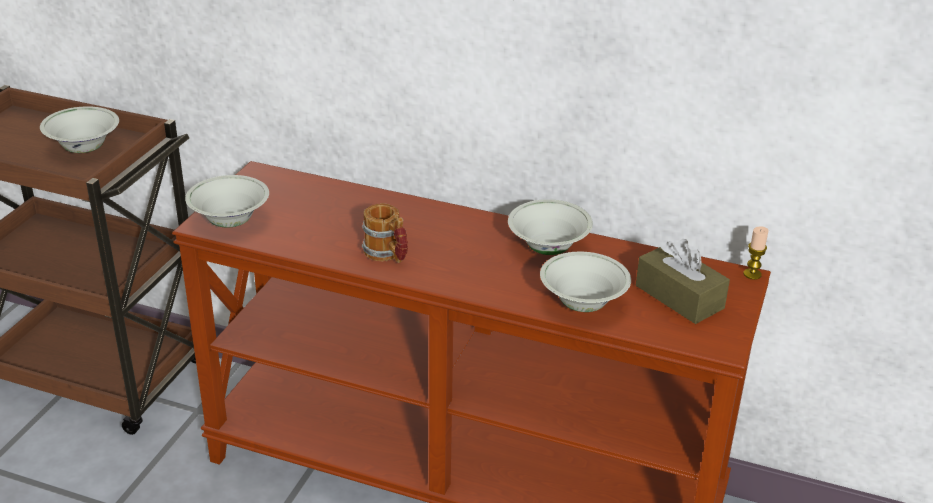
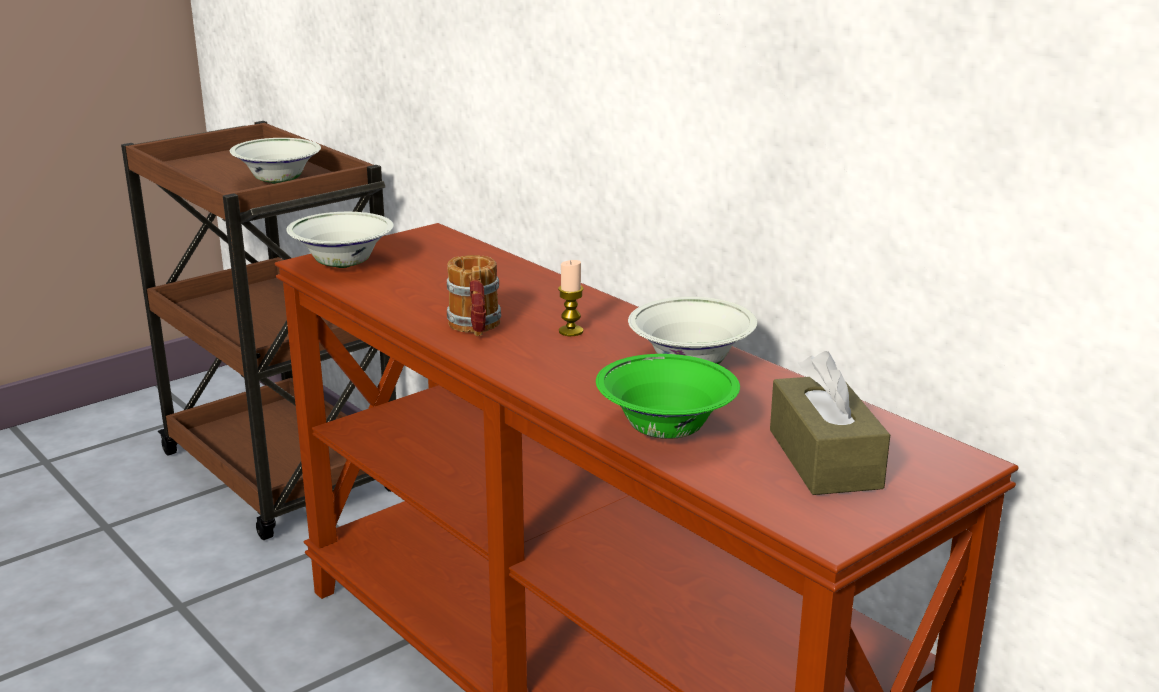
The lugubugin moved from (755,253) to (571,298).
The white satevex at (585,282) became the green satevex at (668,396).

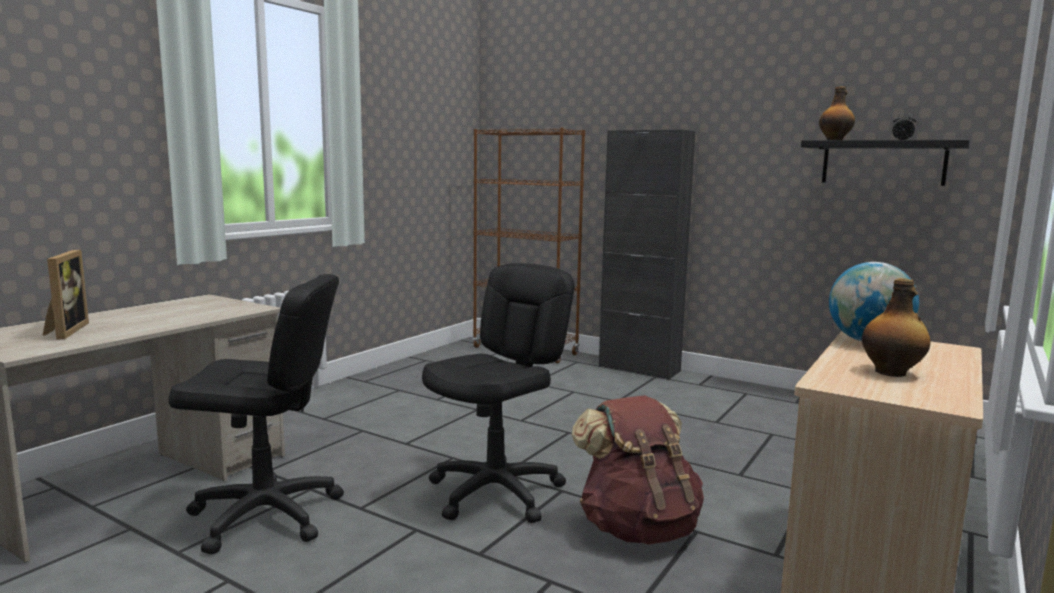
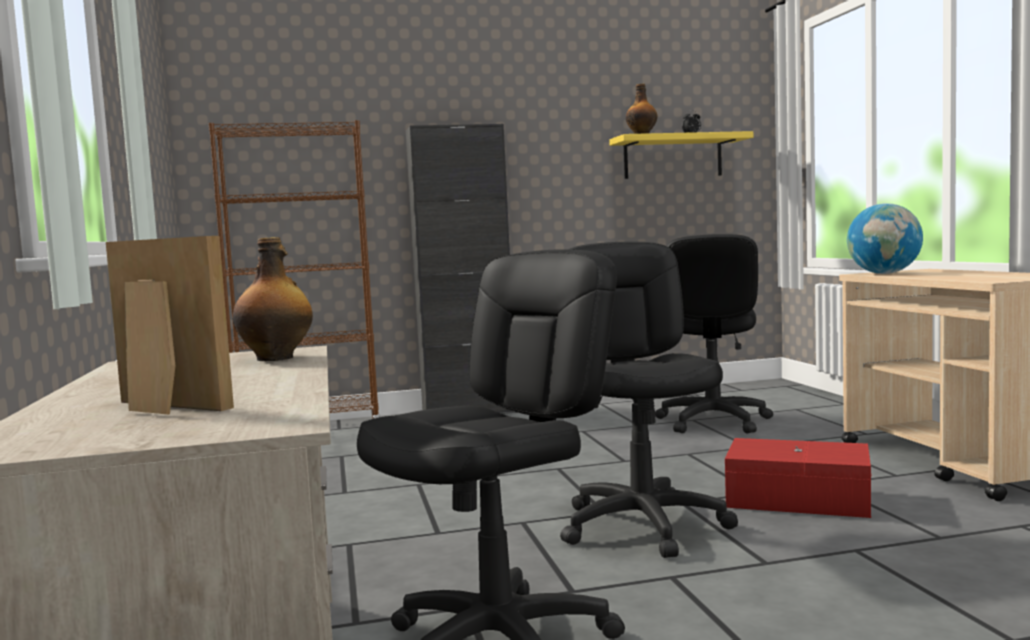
The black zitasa at (714,333) appeared.
The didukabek moved from (896,327) to (272,299).
The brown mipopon at (637,469) was replaced by the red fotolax at (798,478).
The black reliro at (885,163) became the yellow reliro at (681,155).

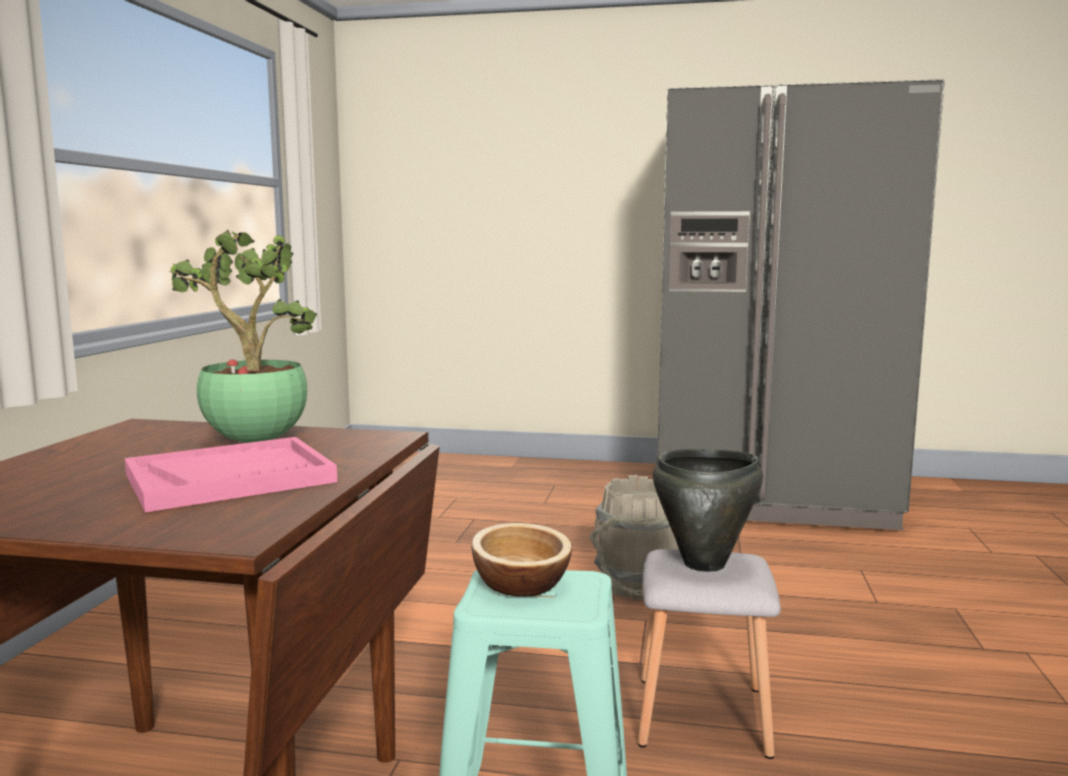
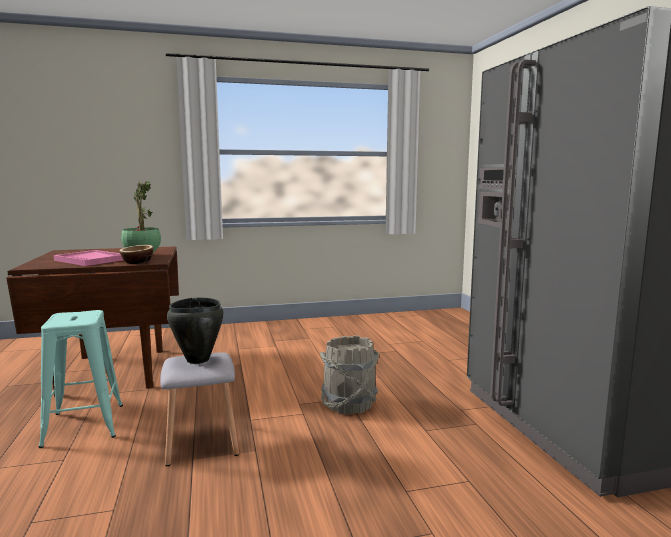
The satevex moved from (522,560) to (136,254).

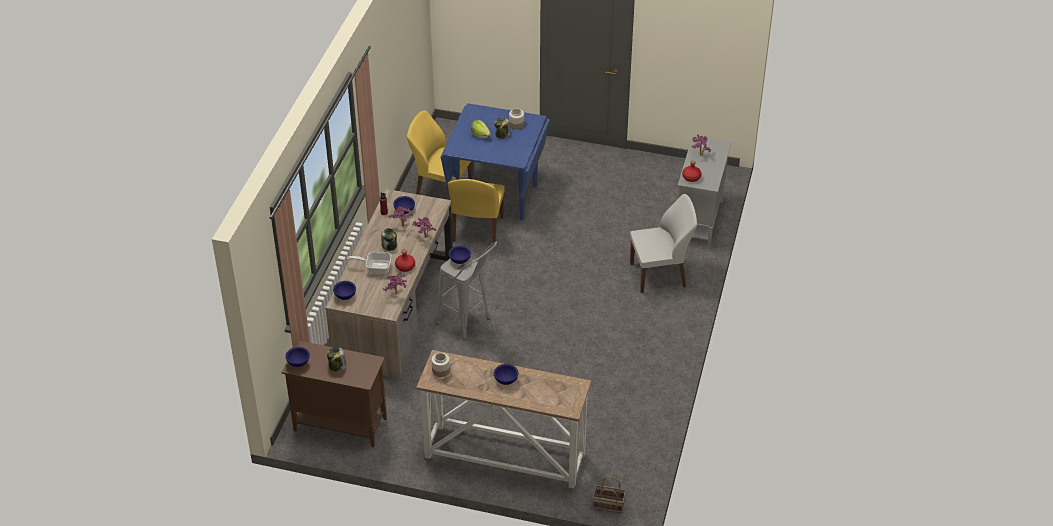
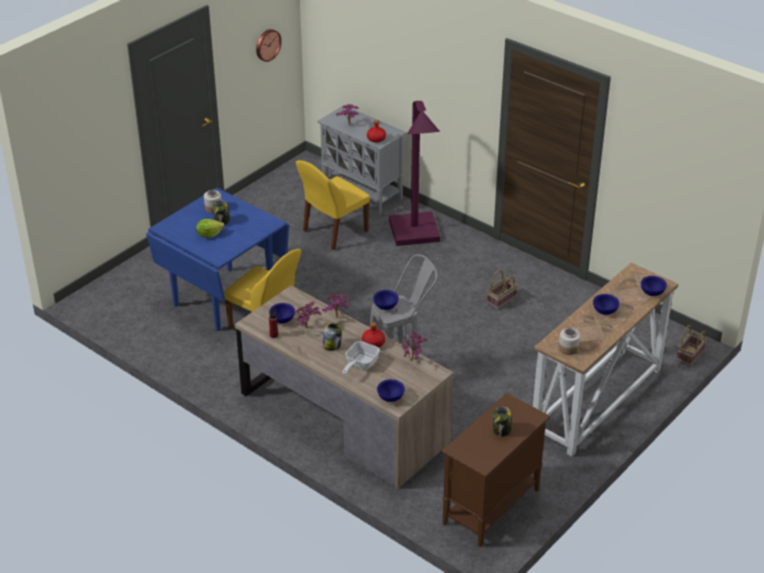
The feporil at (269,45) appeared.
The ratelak at (502,290) appeared.
The blue satevex moved from (297,357) to (654,286).
The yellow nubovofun moved from (439,152) to (333,205).
The white nubovofun at (663,243) was replaced by the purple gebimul at (414,173).

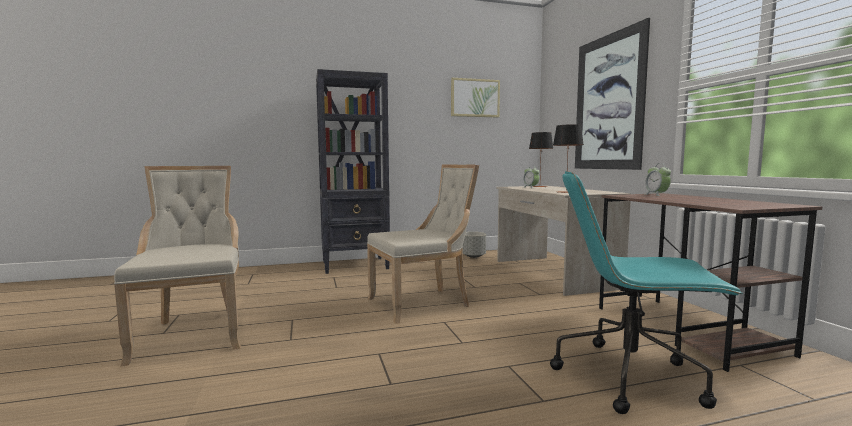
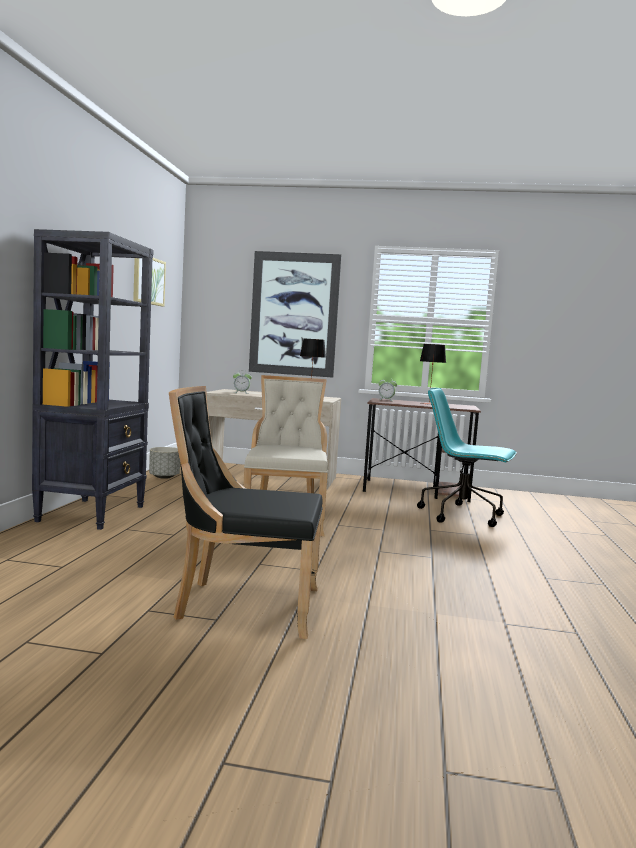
The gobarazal moved from (541,159) to (433,374).
The beige nubovofun at (177,266) became the black nubovofun at (246,512).
The turquoise zitasa at (646,292) turned 75 degrees clockwise.

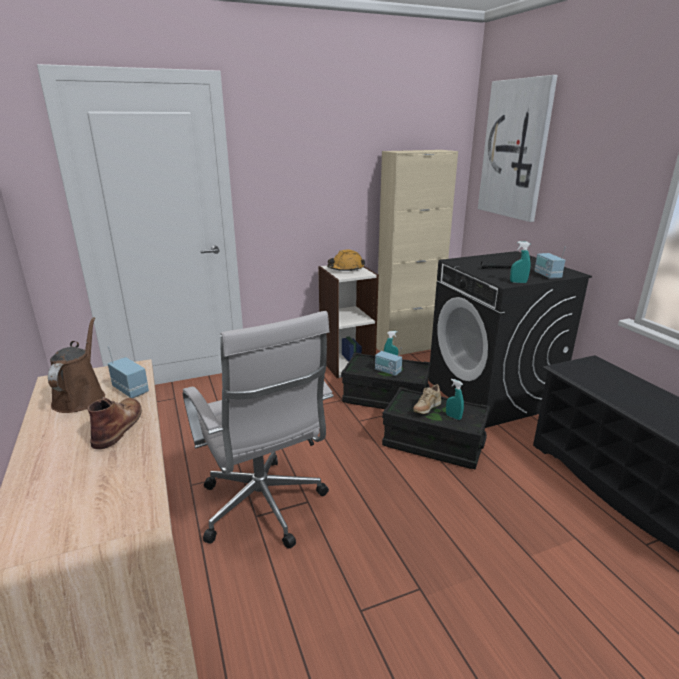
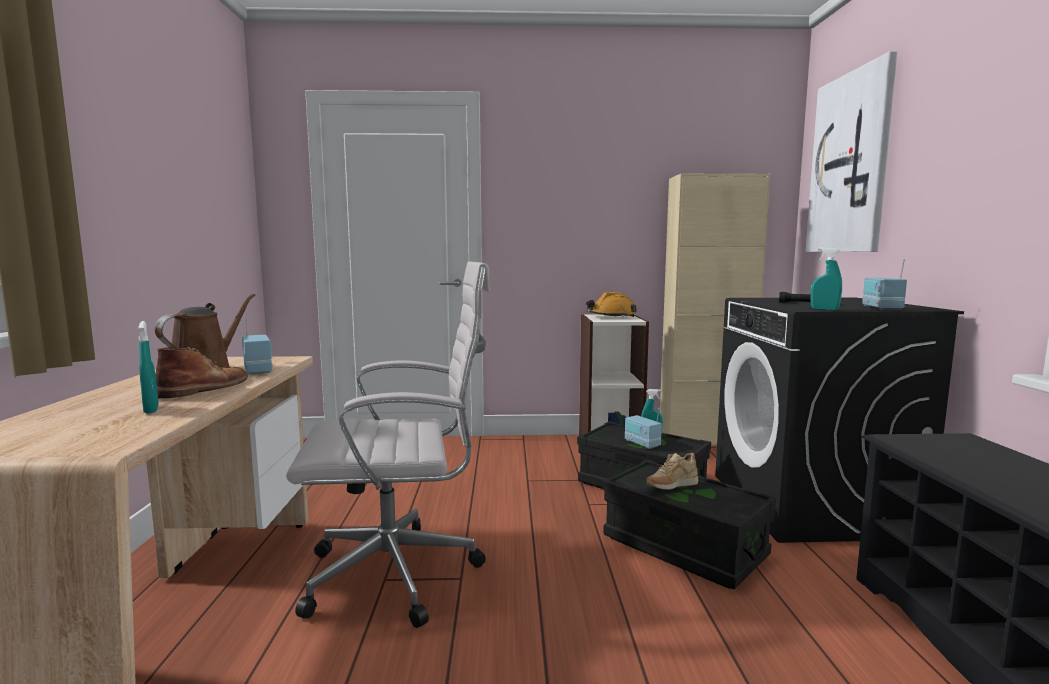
The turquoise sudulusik moved from (455,399) to (148,367).
The white zitasa at (258,430) turned 90 degrees counterclockwise.

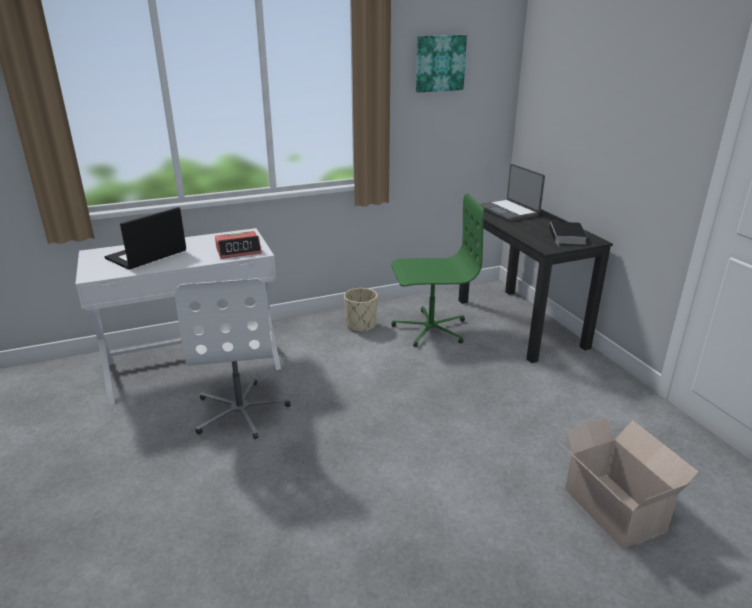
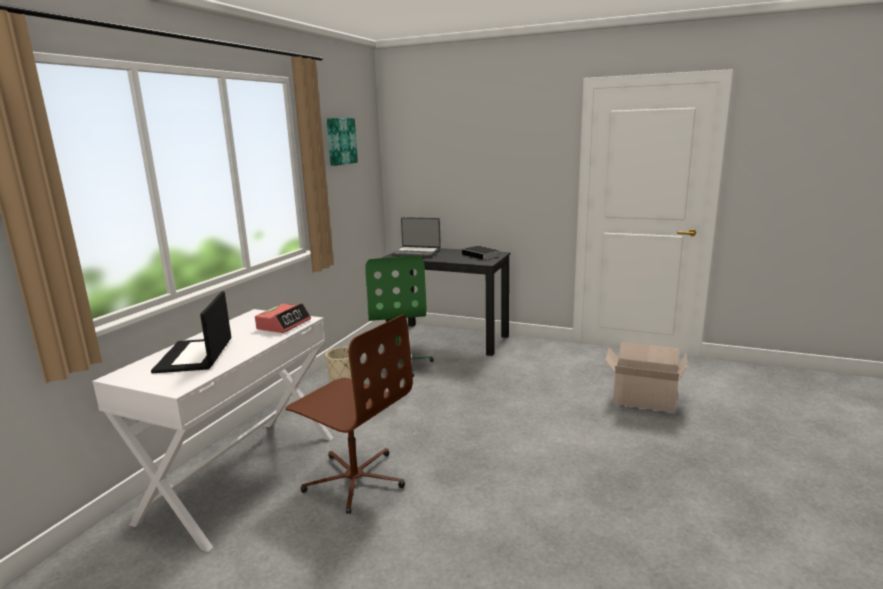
The white zitasa at (233,358) became the brown zitasa at (349,414).
The green zitasa at (437,270) turned 135 degrees clockwise.

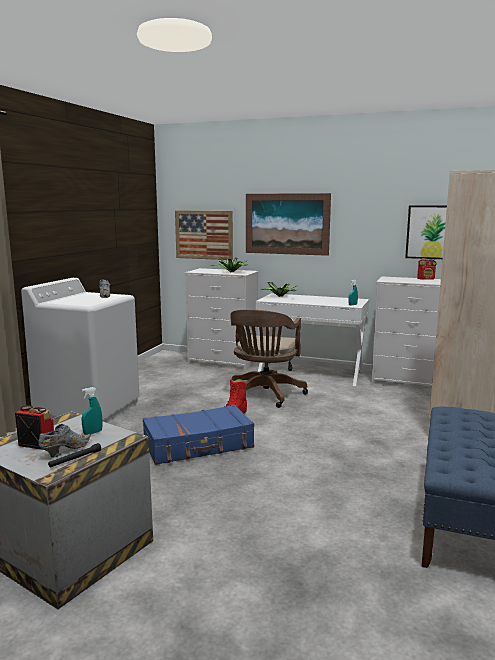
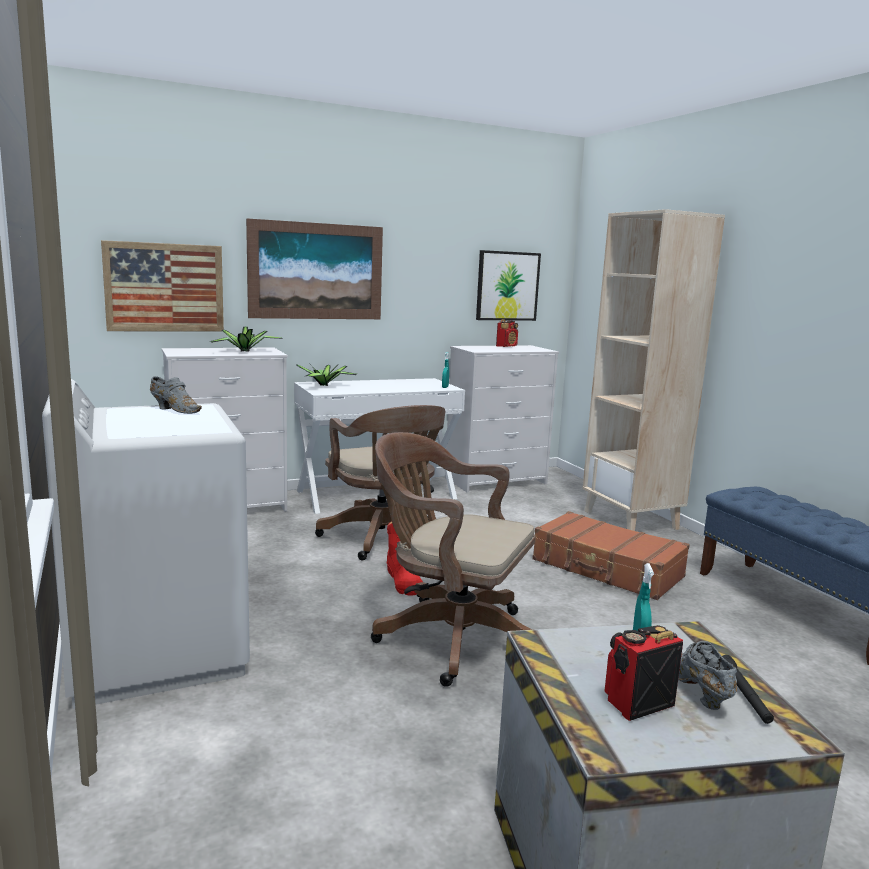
The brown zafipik at (611,555) appeared.
The blue zafipik at (198,435) was replaced by the brown zitasa at (453,559).

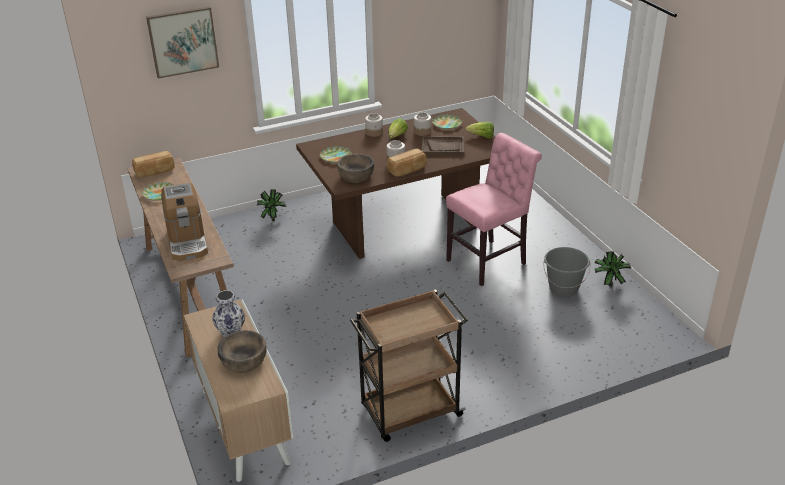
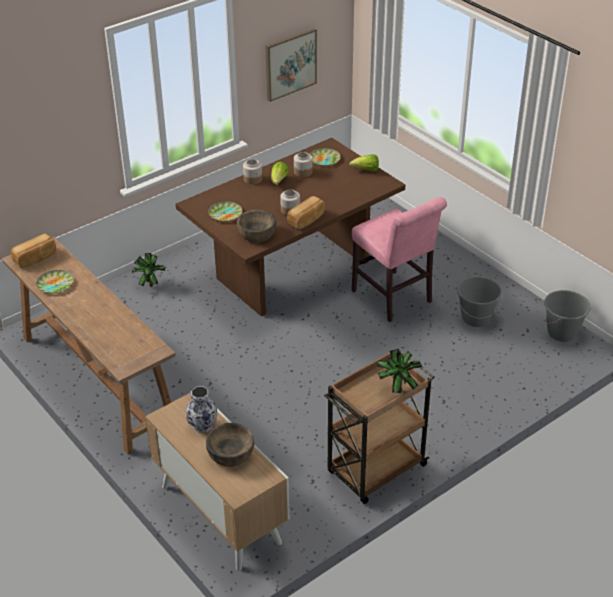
The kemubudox at (184,221) disappeared.
The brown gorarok at (443,146) disappeared.
The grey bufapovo at (567,316) appeared.
The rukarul moved from (182,42) to (291,65).
The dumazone moved from (612,269) to (399,371).
The pink nubovofun at (494,209) turned 105 degrees clockwise.

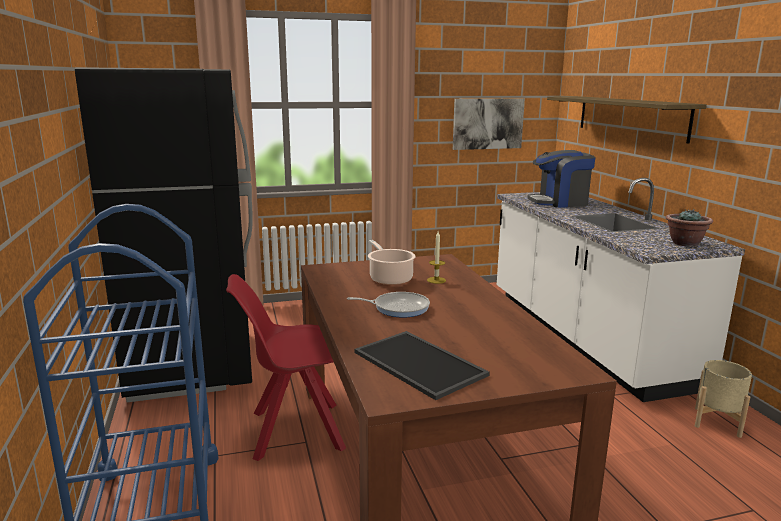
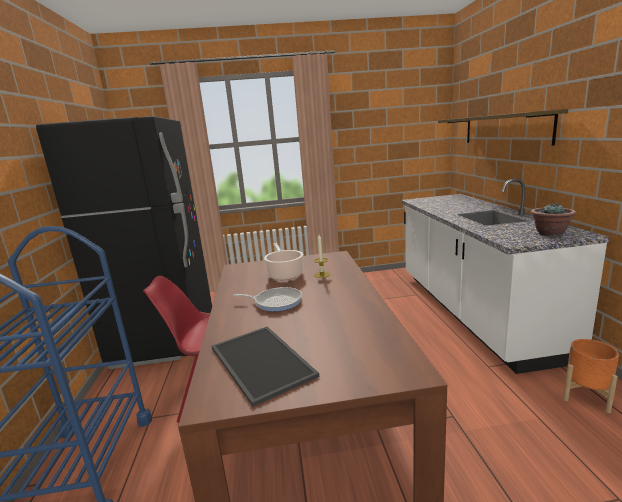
The rukarul at (489,124) disappeared.
The kemubudox at (561,179) disappeared.
The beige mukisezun at (723,399) became the orange mukisezun at (591,376).

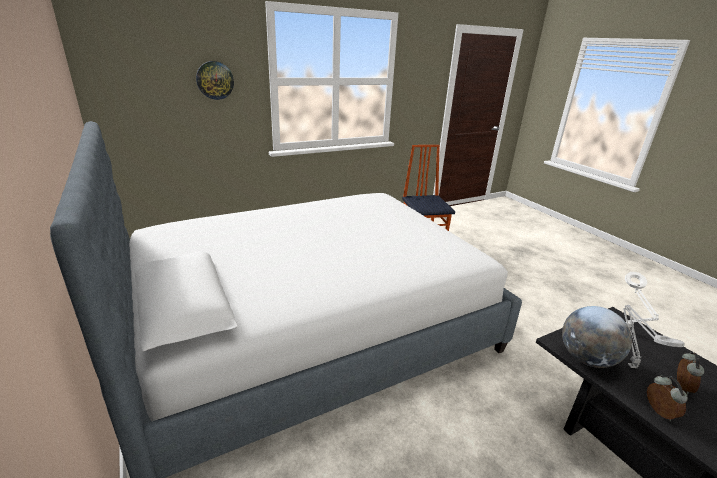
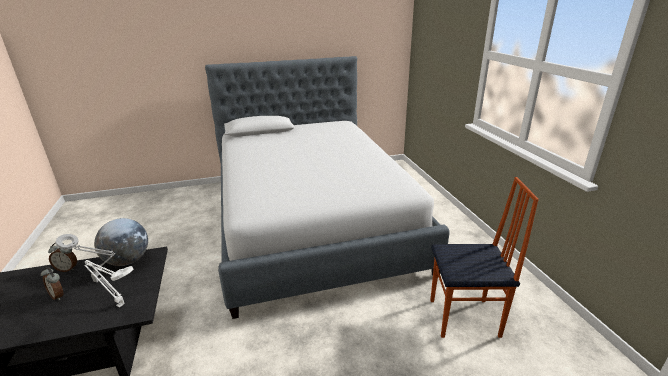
The feporil at (215,80) disappeared.

